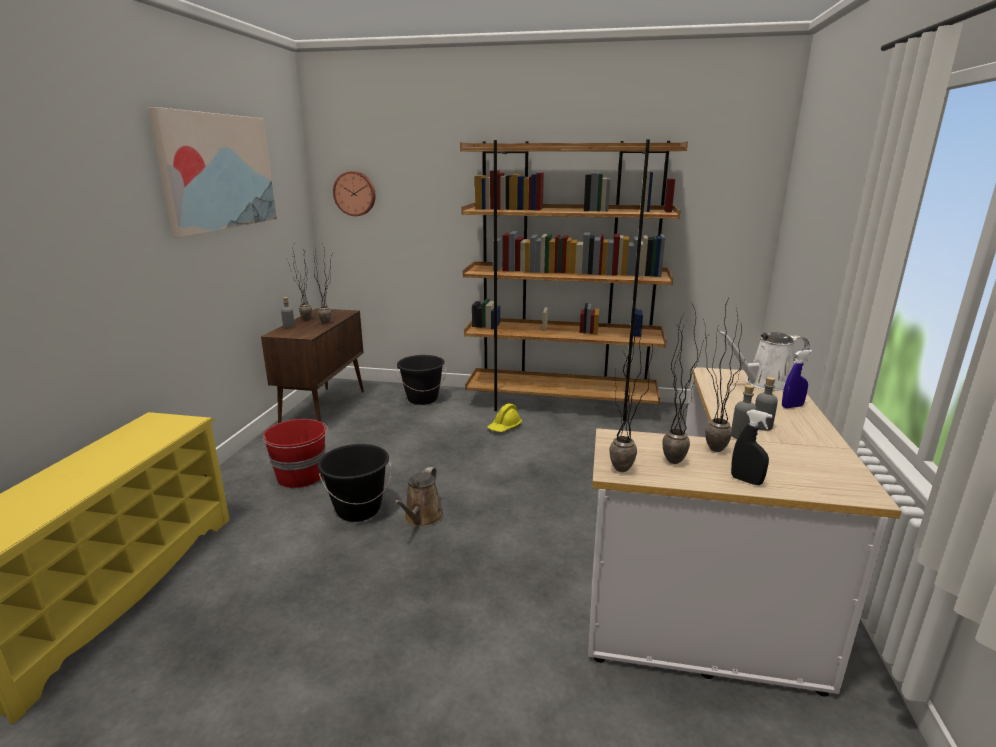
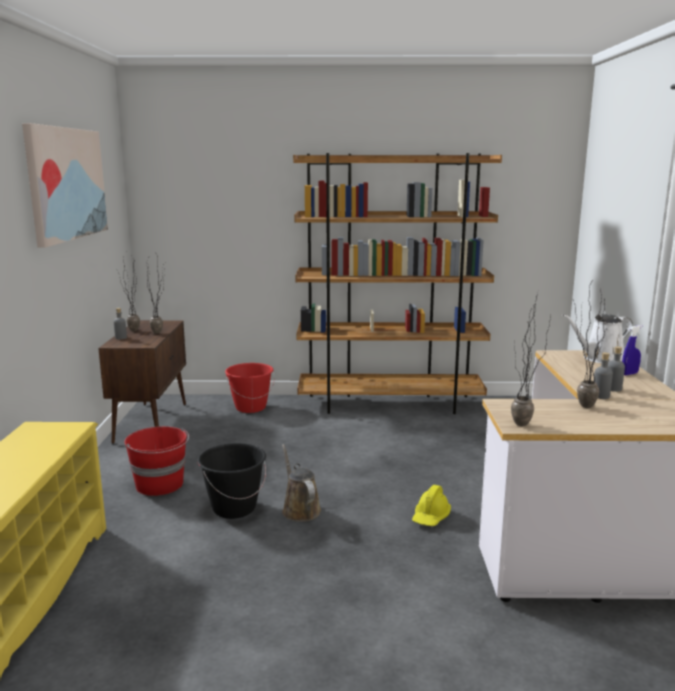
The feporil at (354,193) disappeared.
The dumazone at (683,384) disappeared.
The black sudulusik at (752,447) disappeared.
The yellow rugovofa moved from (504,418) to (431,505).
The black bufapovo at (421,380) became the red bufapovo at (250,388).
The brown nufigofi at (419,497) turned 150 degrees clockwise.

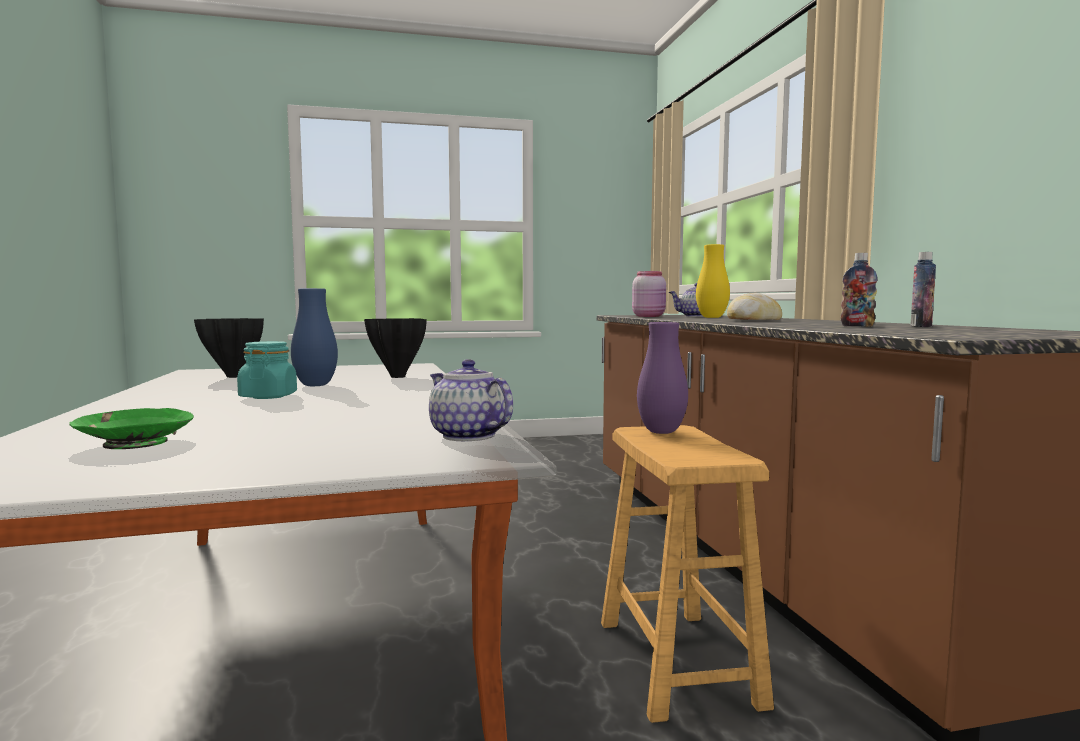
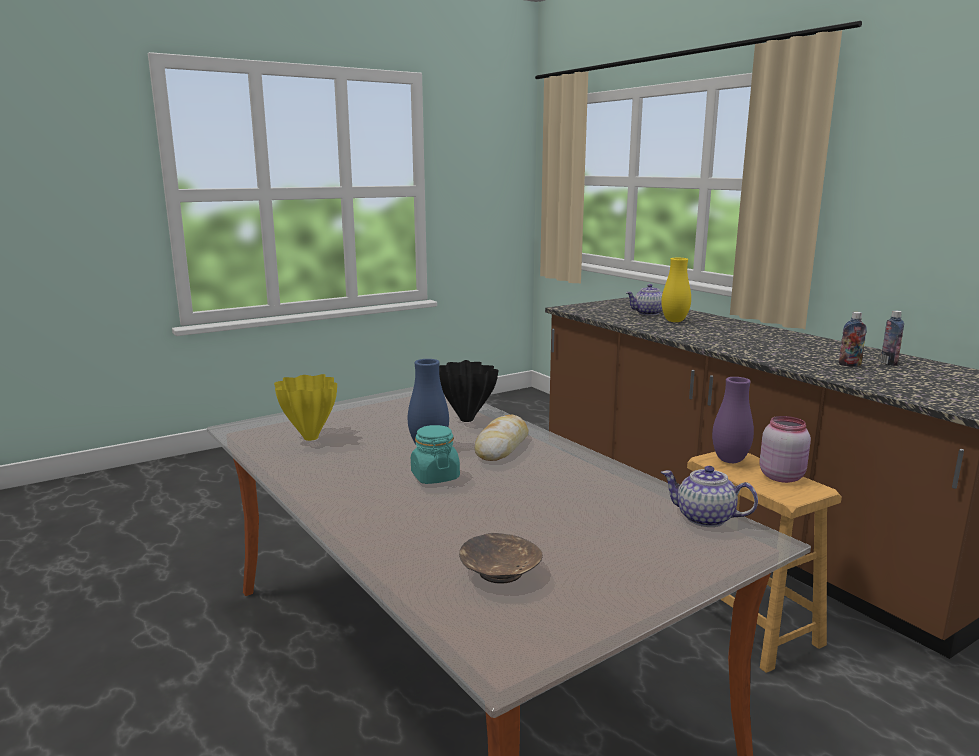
The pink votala moved from (649,294) to (785,449).
The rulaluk moved from (754,306) to (501,438).
The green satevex at (131,428) became the brown satevex at (501,558).
The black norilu at (229,348) became the yellow norilu at (305,407).

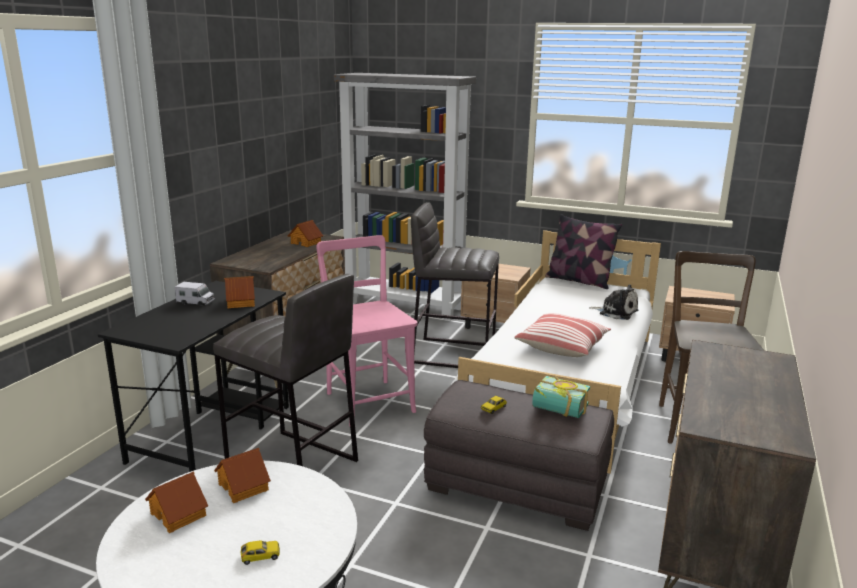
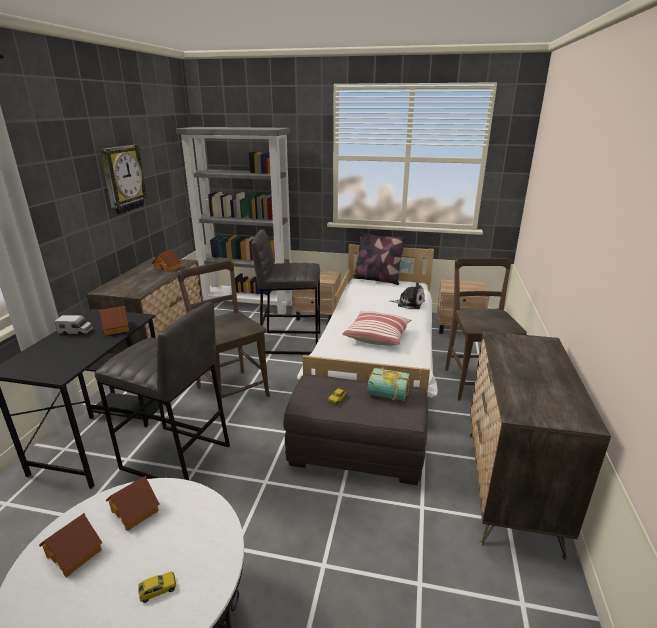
The feporil at (124,179) appeared.
The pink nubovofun at (366,330) became the brown nubovofun at (223,338).

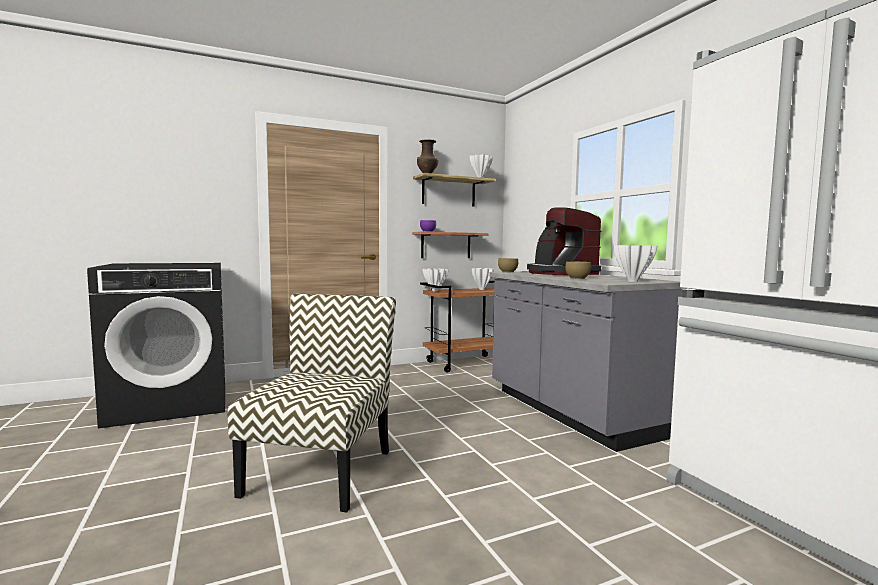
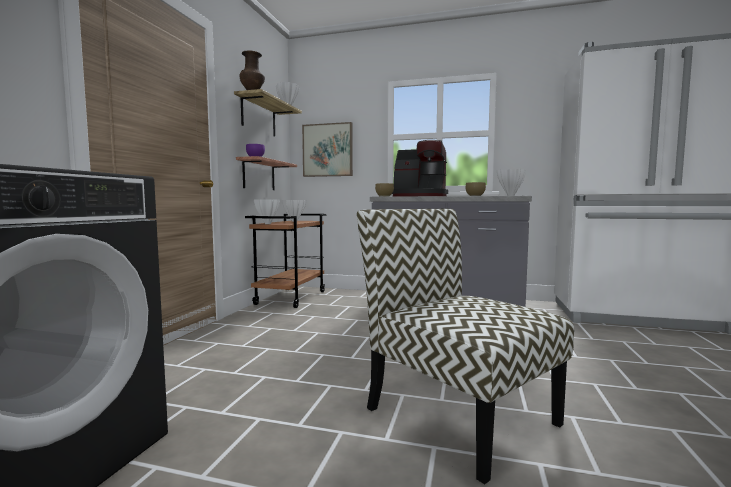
The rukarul at (327,149) appeared.

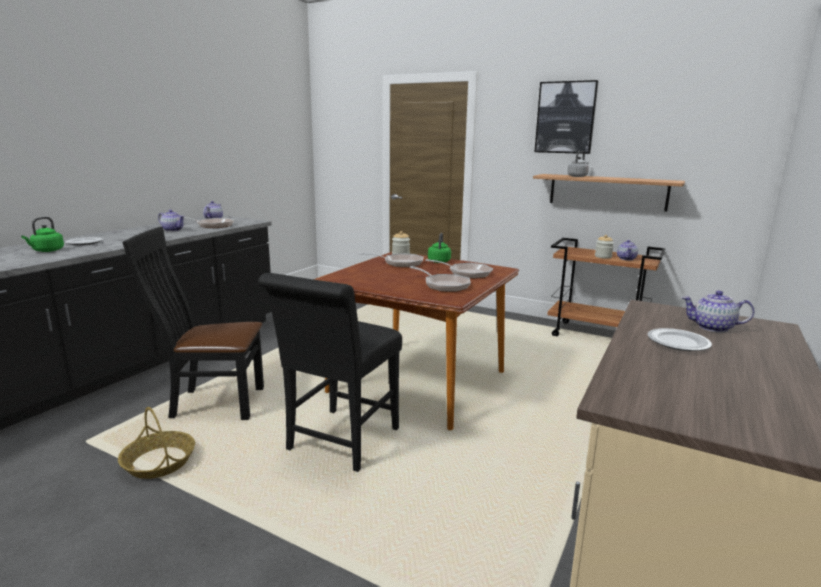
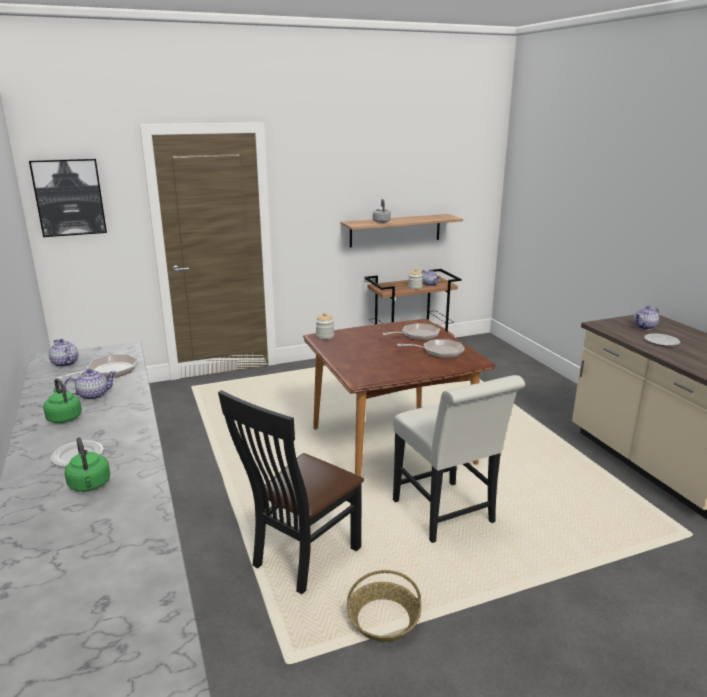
The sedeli at (391,260) disappeared.
The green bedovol moved from (439,248) to (62,400).
The rukarul moved from (566,117) to (68,198).
The black nubovofun at (330,372) became the white nubovofun at (459,459).

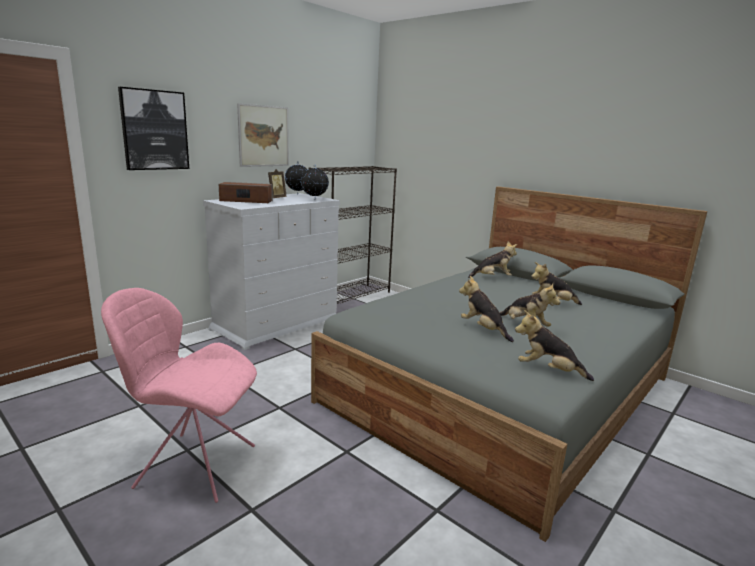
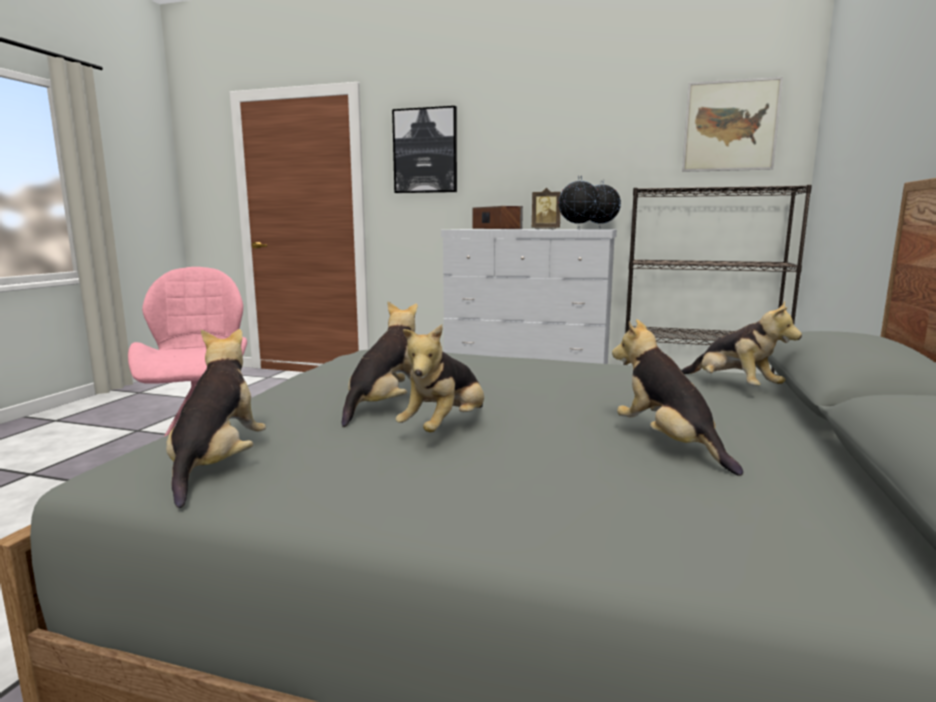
The rukarul moved from (263,135) to (732,124).

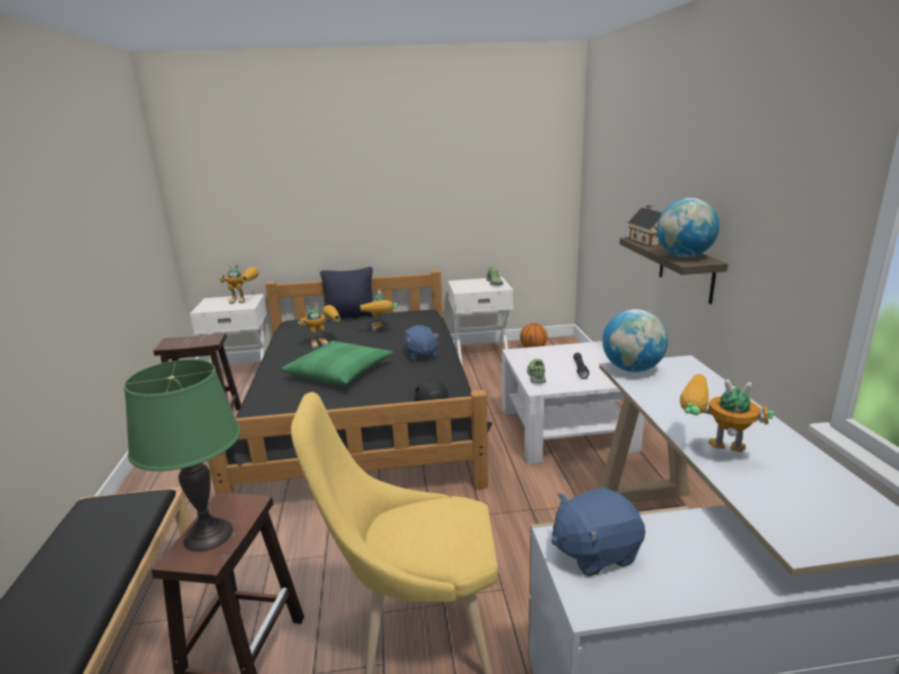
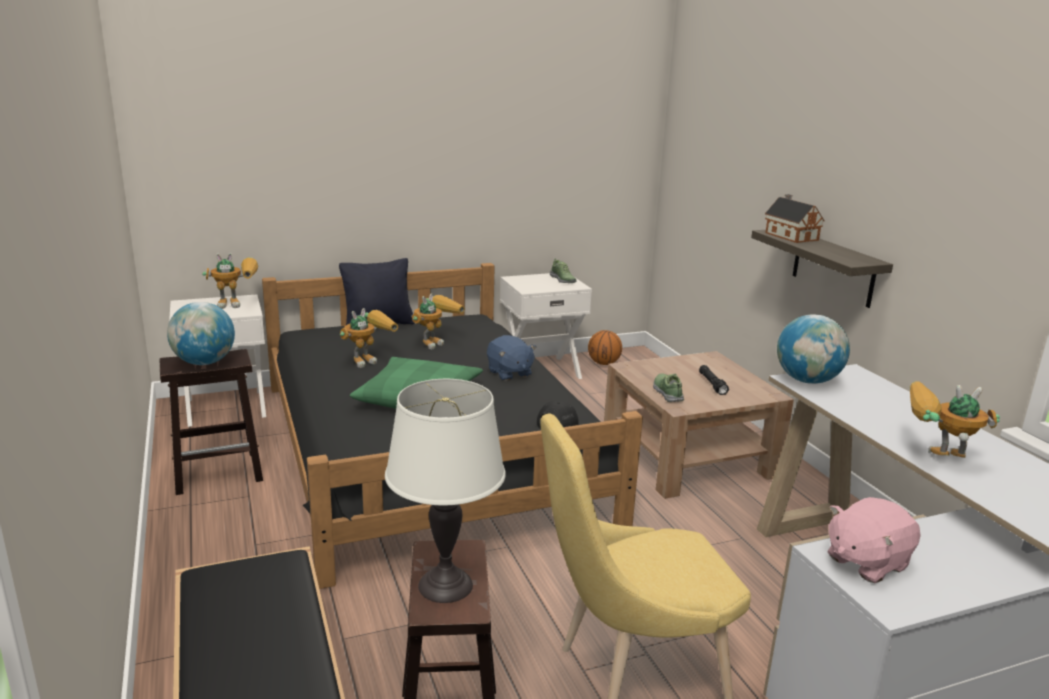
The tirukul moved from (688,227) to (201,333).
The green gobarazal at (182,455) became the white gobarazal at (445,491).
The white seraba at (573,402) became the brown seraba at (699,425).
The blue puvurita at (598,532) became the pink puvurita at (874,540).
The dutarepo at (379,310) turned 120 degrees counterclockwise.

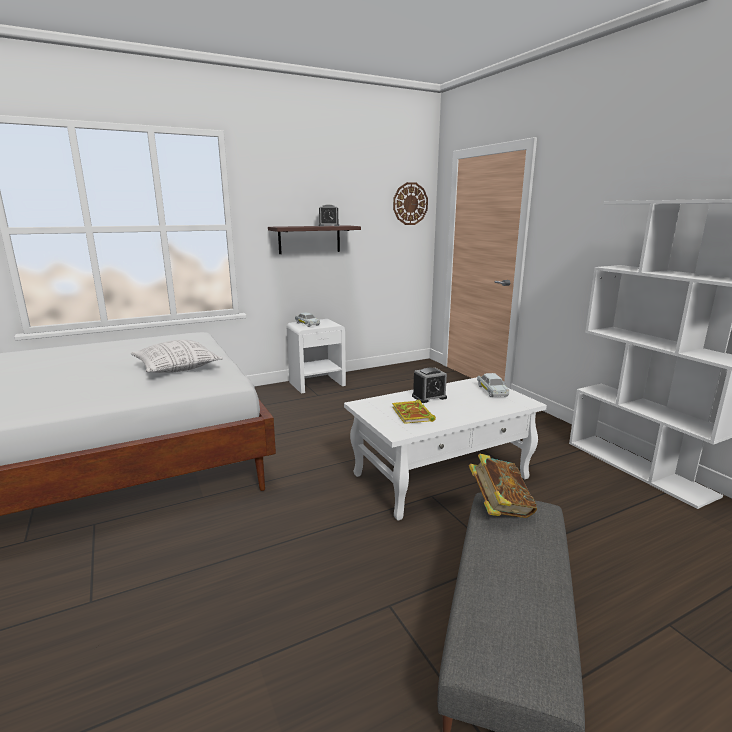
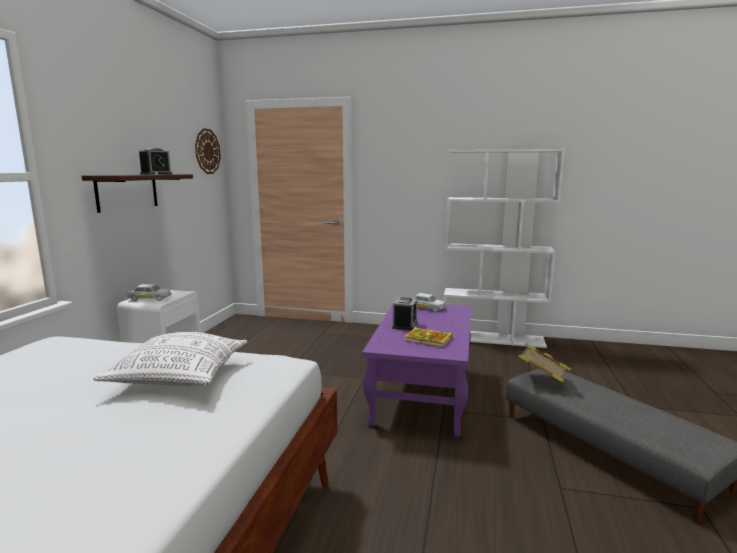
The white seraba at (445,448) became the purple seraba at (416,369).

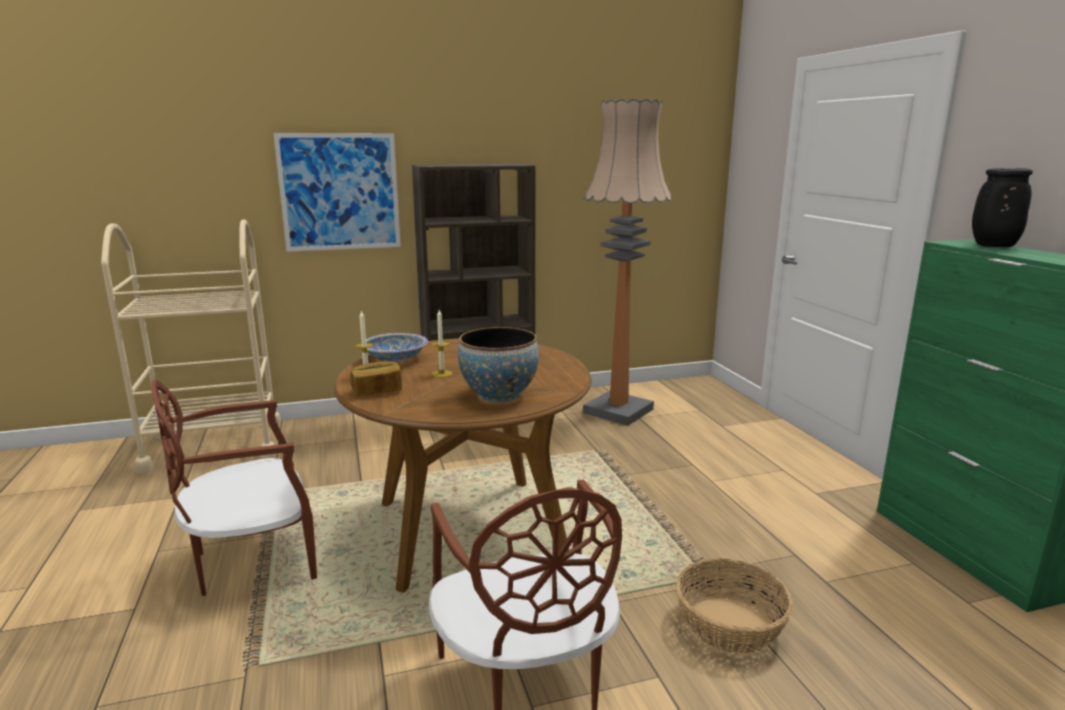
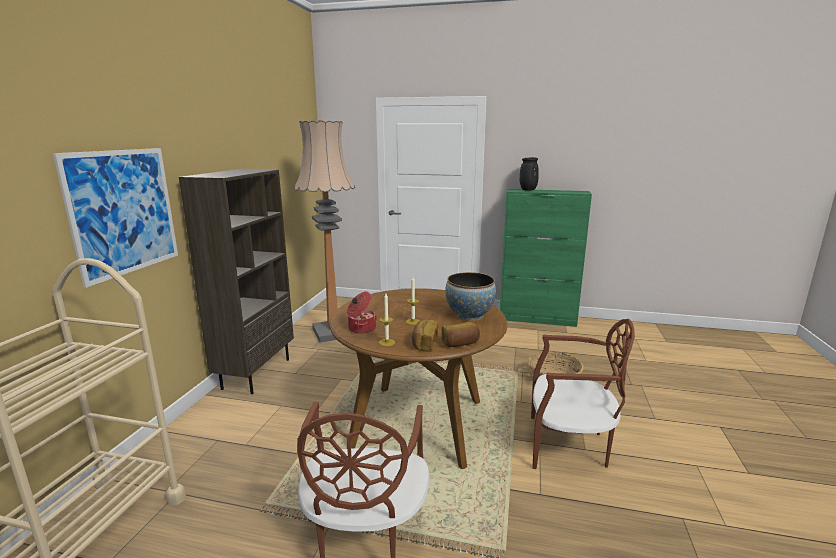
The rulaluk at (460,334) appeared.
The satevex at (394,347) was replaced by the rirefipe at (362,313).

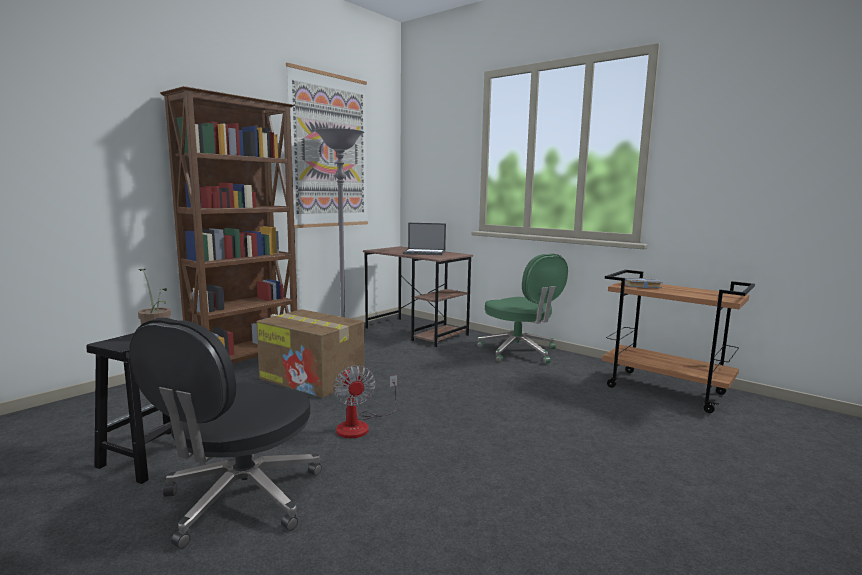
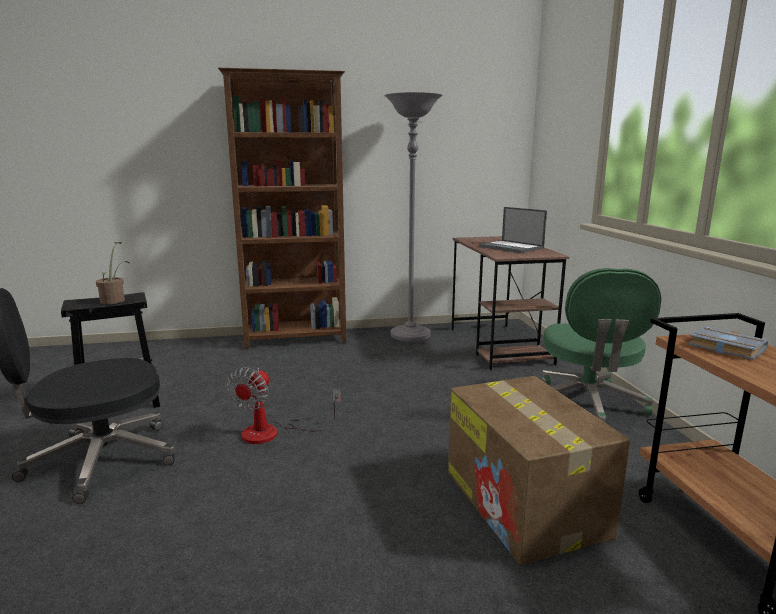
The rukarul at (327,145) disappeared.
The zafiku moved from (310,353) to (539,470).

